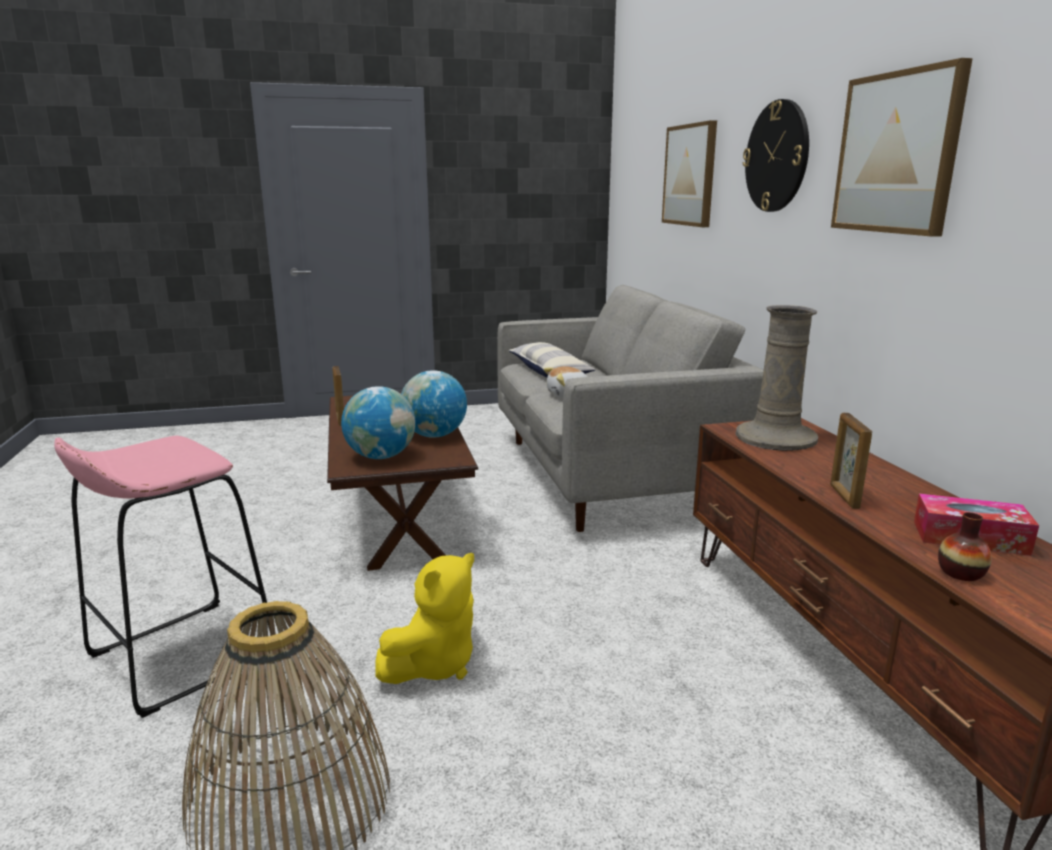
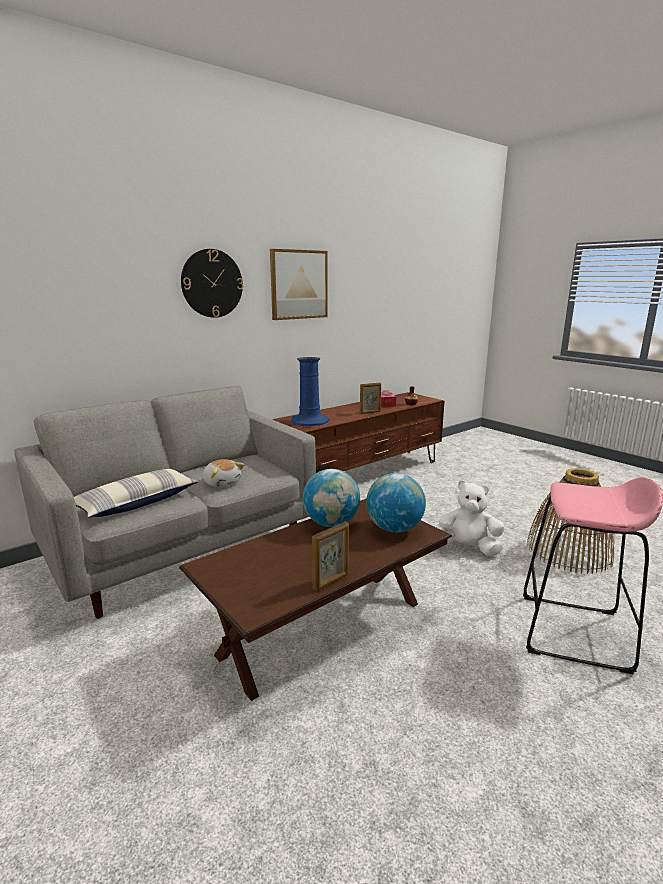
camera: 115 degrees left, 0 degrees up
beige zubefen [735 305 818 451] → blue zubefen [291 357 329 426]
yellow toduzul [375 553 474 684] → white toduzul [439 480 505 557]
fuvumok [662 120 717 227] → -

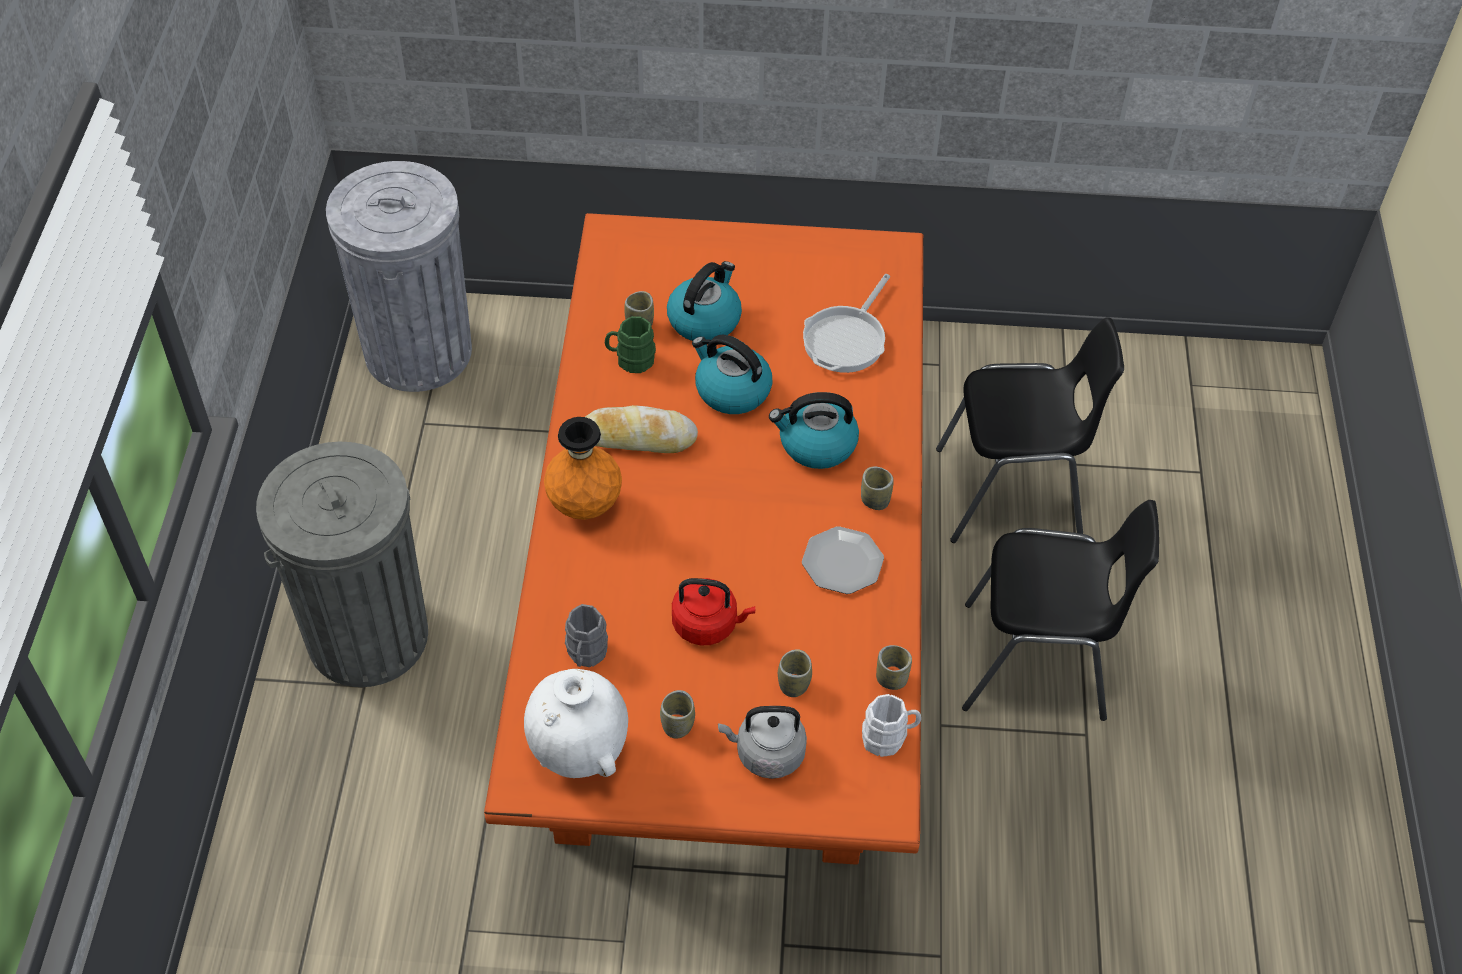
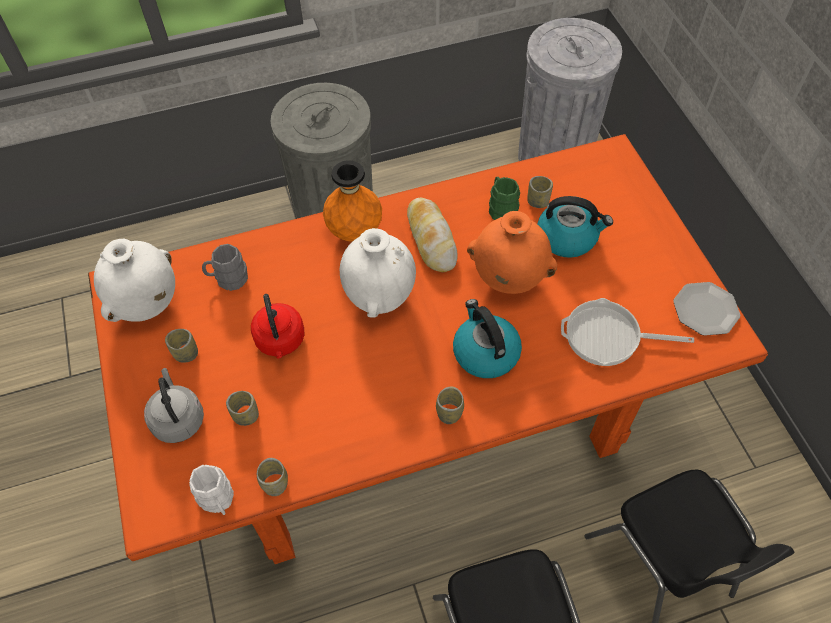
camera: 70 degrees right, 5 degrees up
- → white zubefen [340 228 416 318]
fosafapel [692 335 773 414] → orange zubefen [467 211 557 294]
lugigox [802 526 884 594] → lugigox [673 282 740 336], relocated

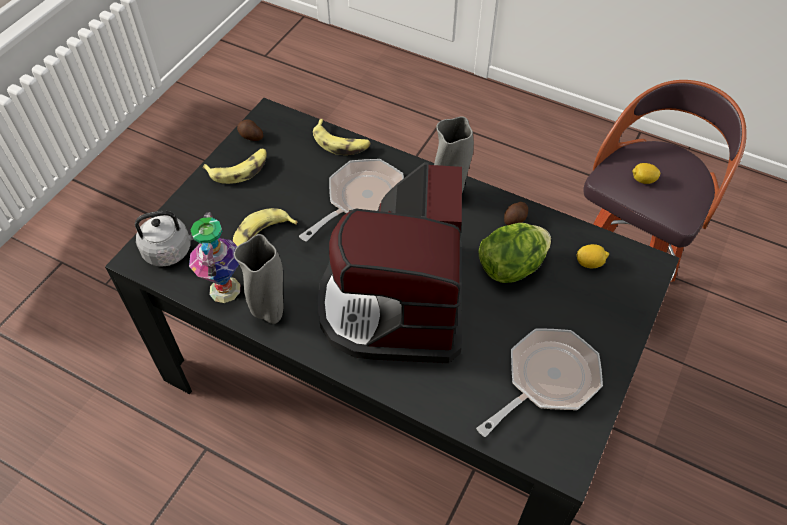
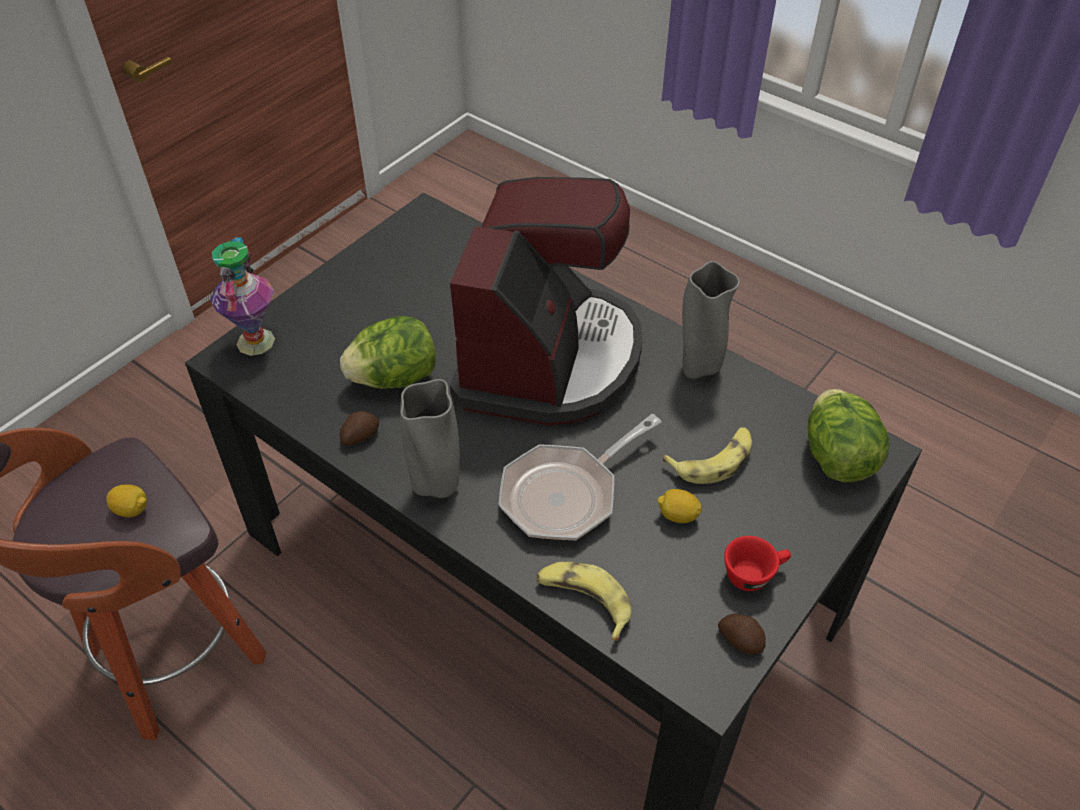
camera: 170 degrees left, 5 degrees down
zubefen [189 212 240 303] → zubefen [210 237 275 356], relocated
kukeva [576 244 609 268] → kukeva [657 489 702 523], relocated
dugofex [203 149 267 184] → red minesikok [724 536 791 591]
grey fosafapel [135 210 193 267] → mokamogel [808 389 890 482]
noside [476 328 603 437] → -

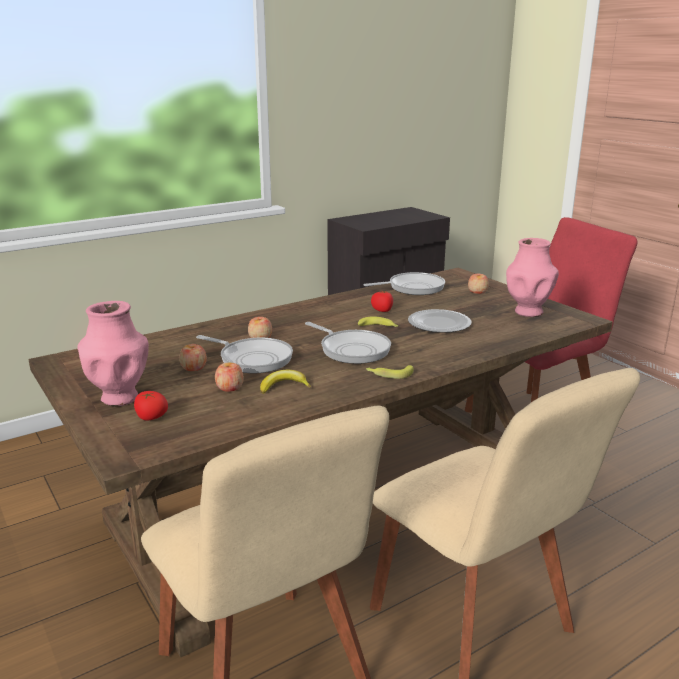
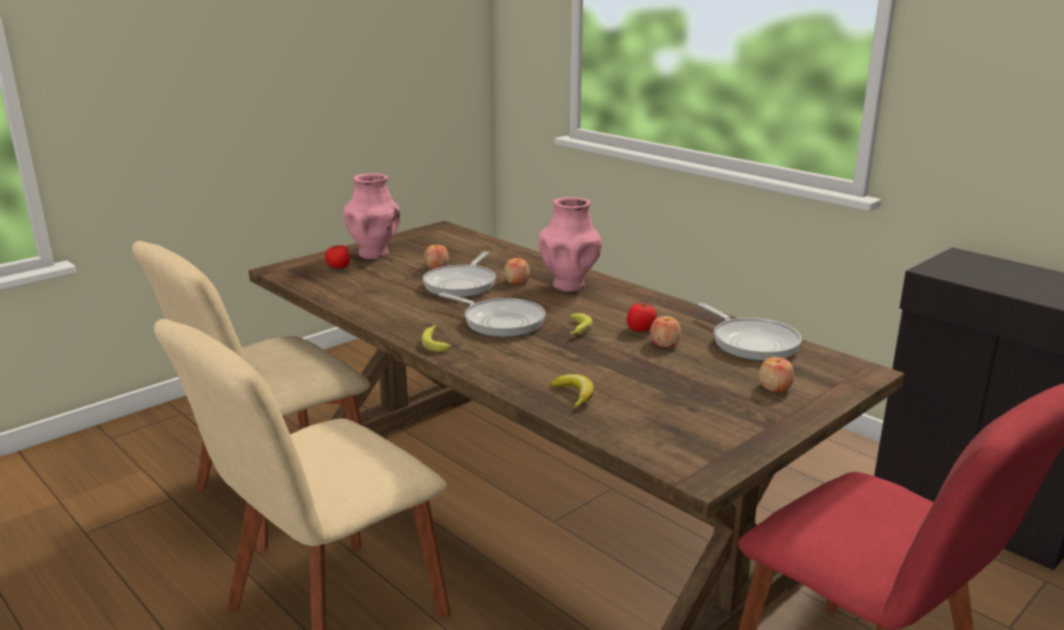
camera: 80 degrees right, 0 degrees up
noside [305 322 391 364] → noside [439 293 546 337], 90 degrees counterclockwise
pink zubefen [506 238 559 317] → pink zubefen [538 197 602 292], relocated
dugofex [260 370 311 394] → dugofex [551 374 594 409], relocated
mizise [215 363 244 392] → mizise [650 316 681 348], relocated
lugigox [408 309 471 333] → -

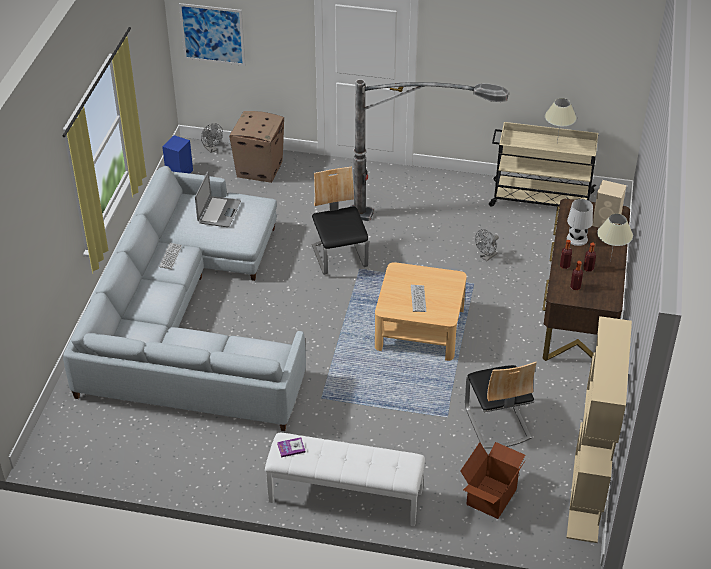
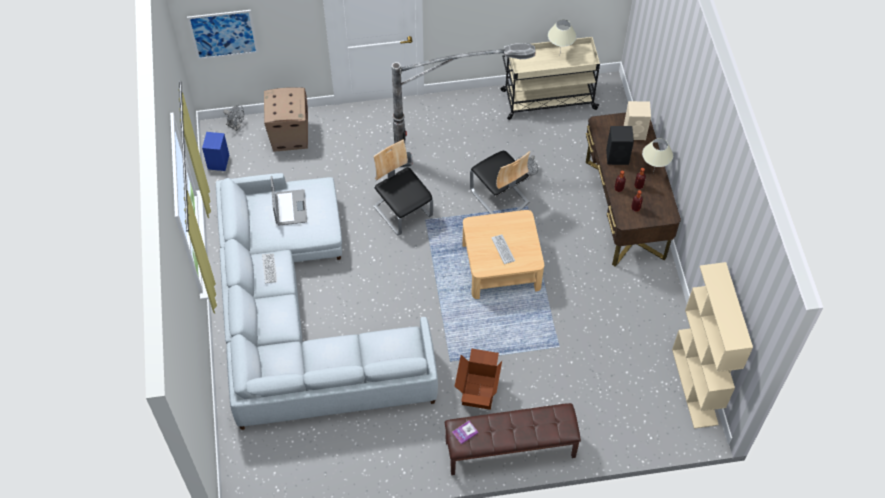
camera: 20 degrees left, 15 degrees up
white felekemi [265 433 425 526] → brown felekemi [445 403 581 475]
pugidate [460 442 526 519] → pugidate [454 348 502 410], relocated
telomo [465 362 537 449] → telomo [470 151 530 214], relocated
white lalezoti [567 199 593 246] → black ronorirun [606 126 634 165]

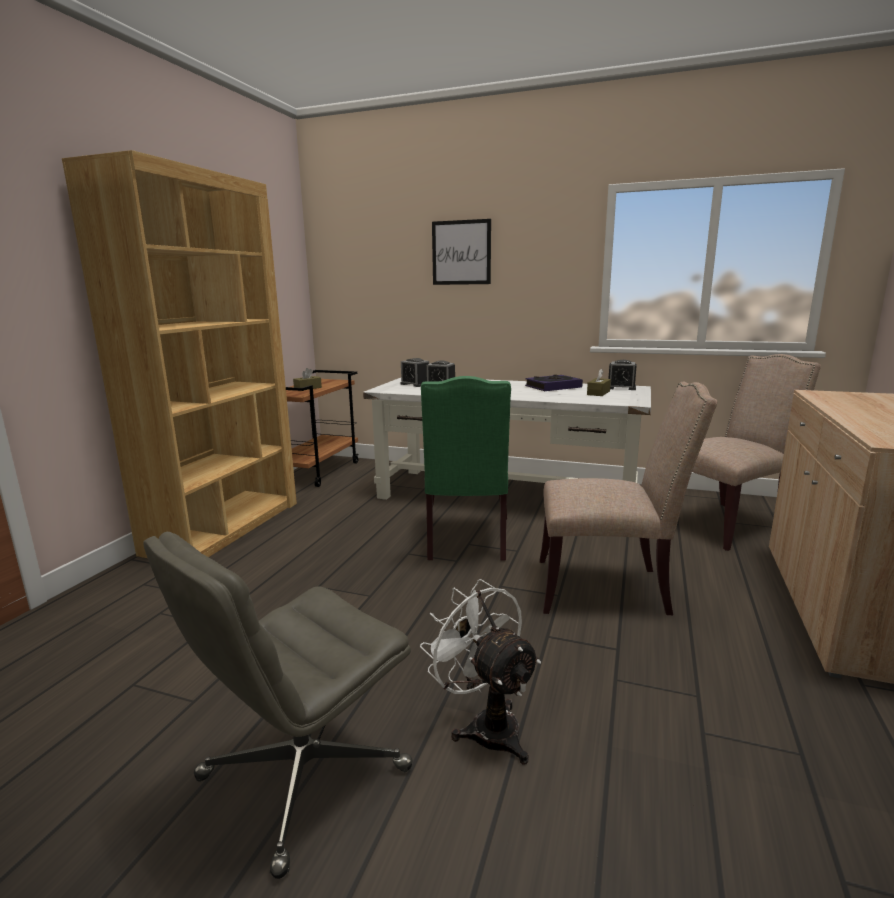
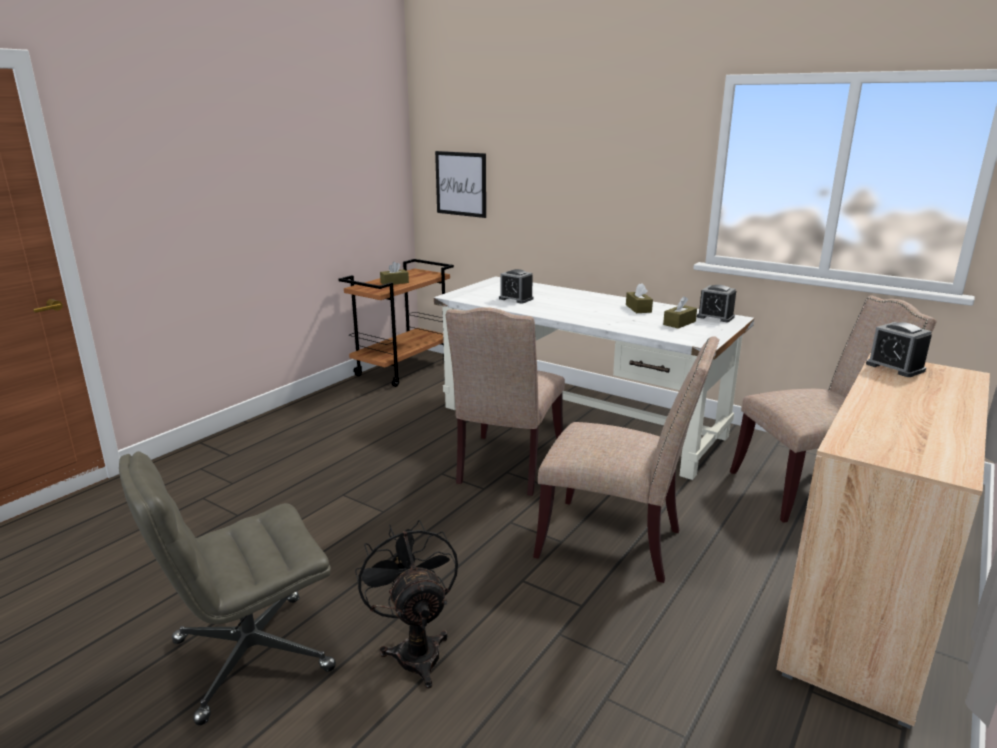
camera: 15 degrees right, 5 degrees up
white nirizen [420 579 541 765] → black nirizen [355 520 458 688]
fuvumok [432 219 491 285] → fuvumok [435 151 486 218], relocated
green telomo [421 376 511 560] → beige telomo [446 307 565 496]
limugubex [525 374 583 391] → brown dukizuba [626 283 653 313]
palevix [401 358 429 387] → palevix [866 322 932 377], relocated
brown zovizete [62 150 297 558] → -

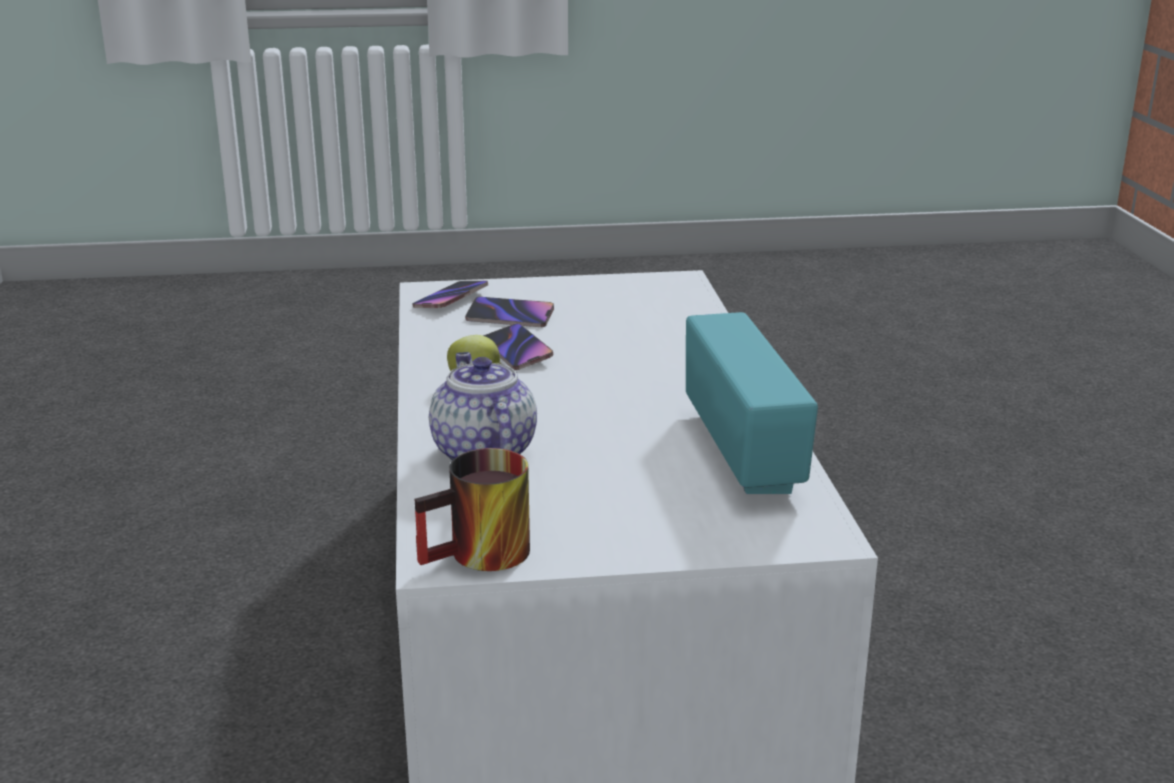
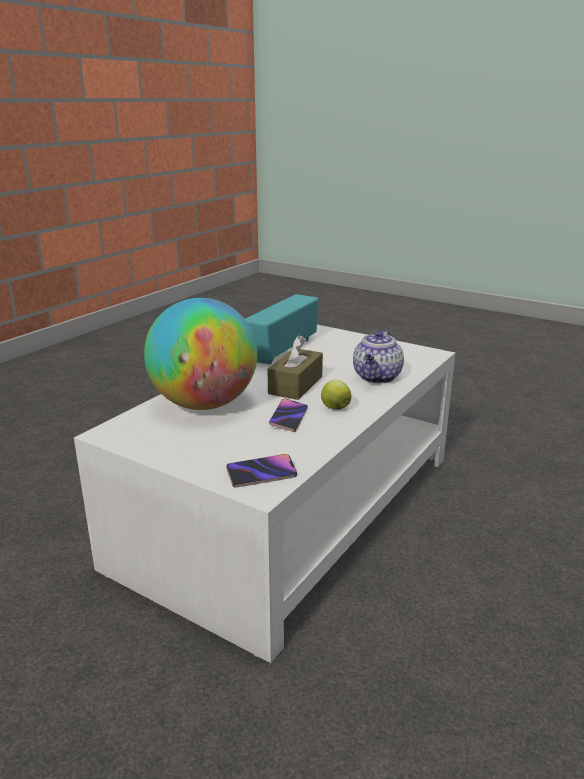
camera: 140 degrees left, 0 degrees up
- → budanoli [144 298 257 410]
- → brown dukizuba [267 335 323 400]
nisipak [415 448 530 571] → -
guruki [465 297 554 327] → -

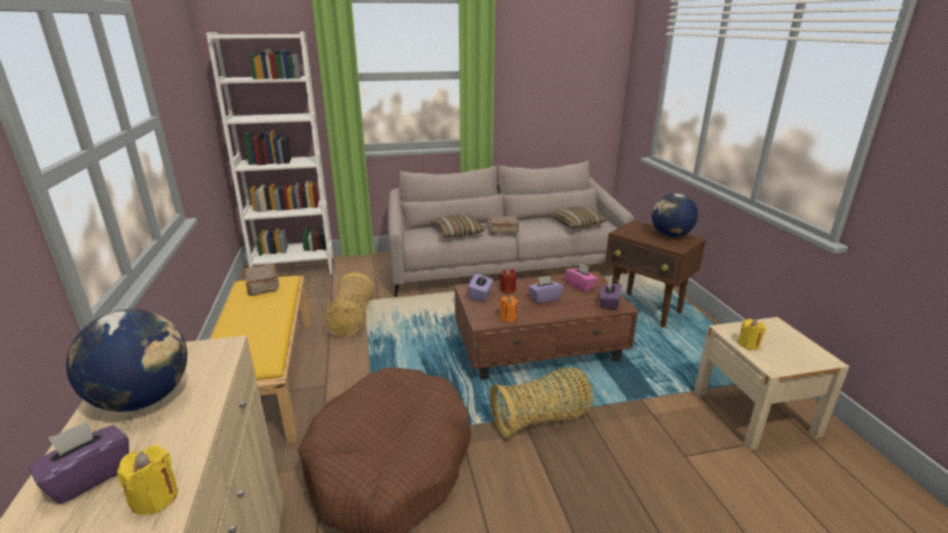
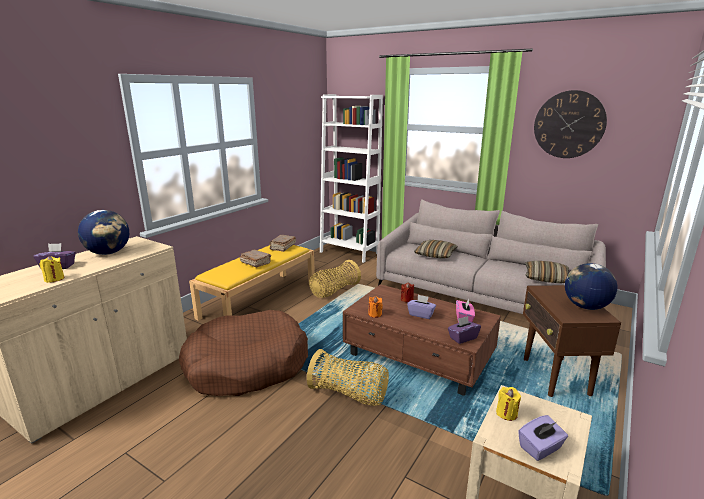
camera: 45 degrees right, 5 degrees down
brown limugubex [487 216 519 234] → brown limugubex [240 250 271 268], relocated
purple dukizuba [468 273 493 301] → purple dukizuba [518 415 568 461], relocated
- → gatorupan [534 90 607 158]

